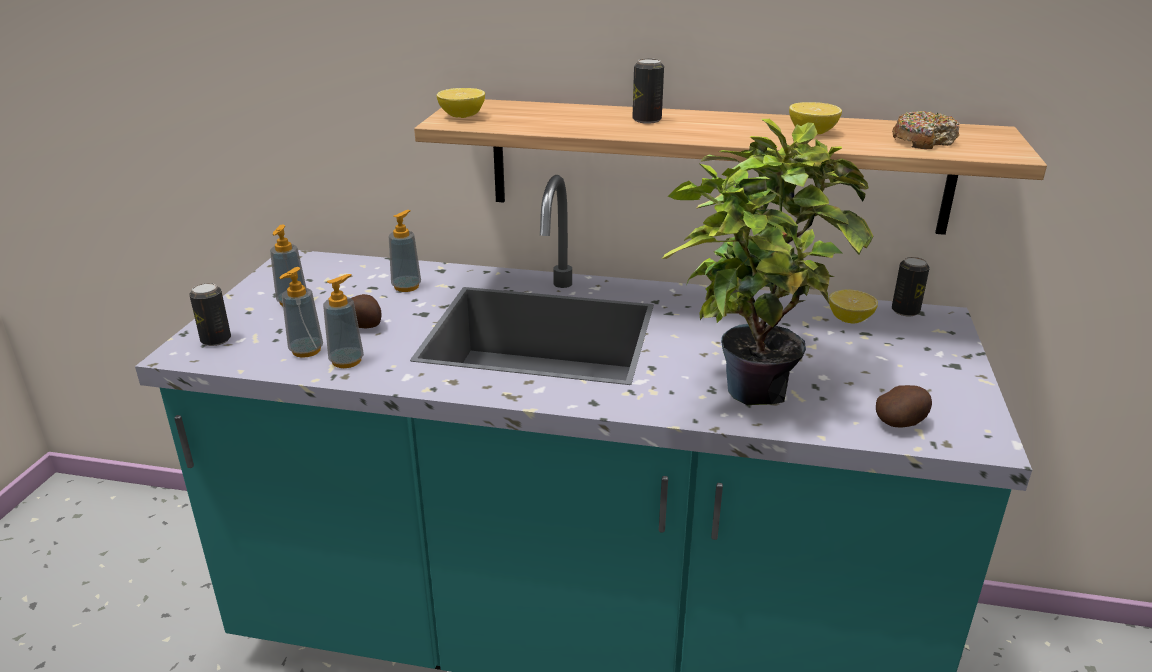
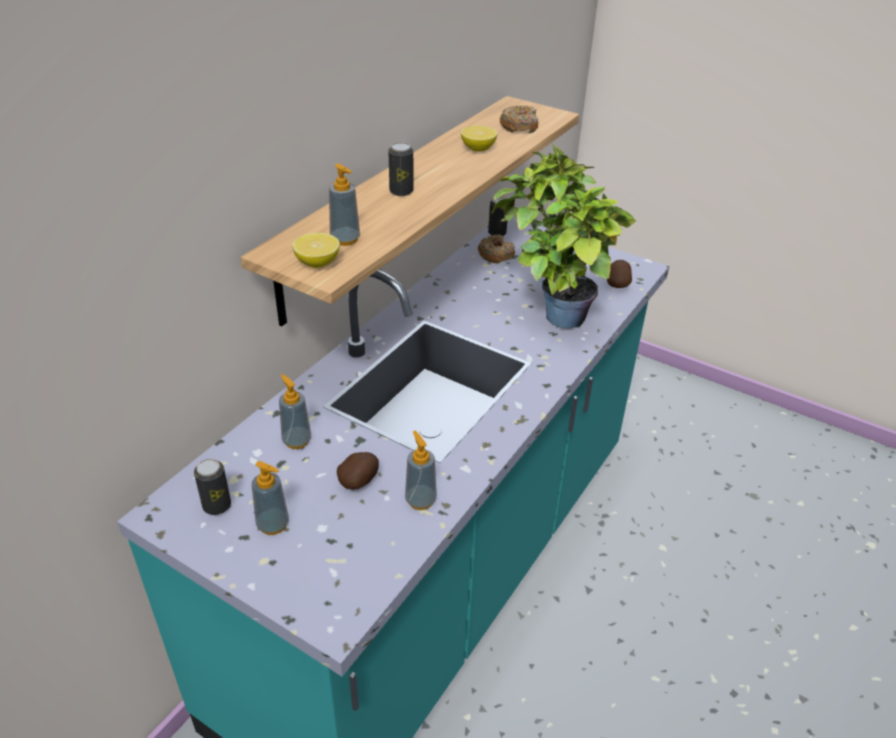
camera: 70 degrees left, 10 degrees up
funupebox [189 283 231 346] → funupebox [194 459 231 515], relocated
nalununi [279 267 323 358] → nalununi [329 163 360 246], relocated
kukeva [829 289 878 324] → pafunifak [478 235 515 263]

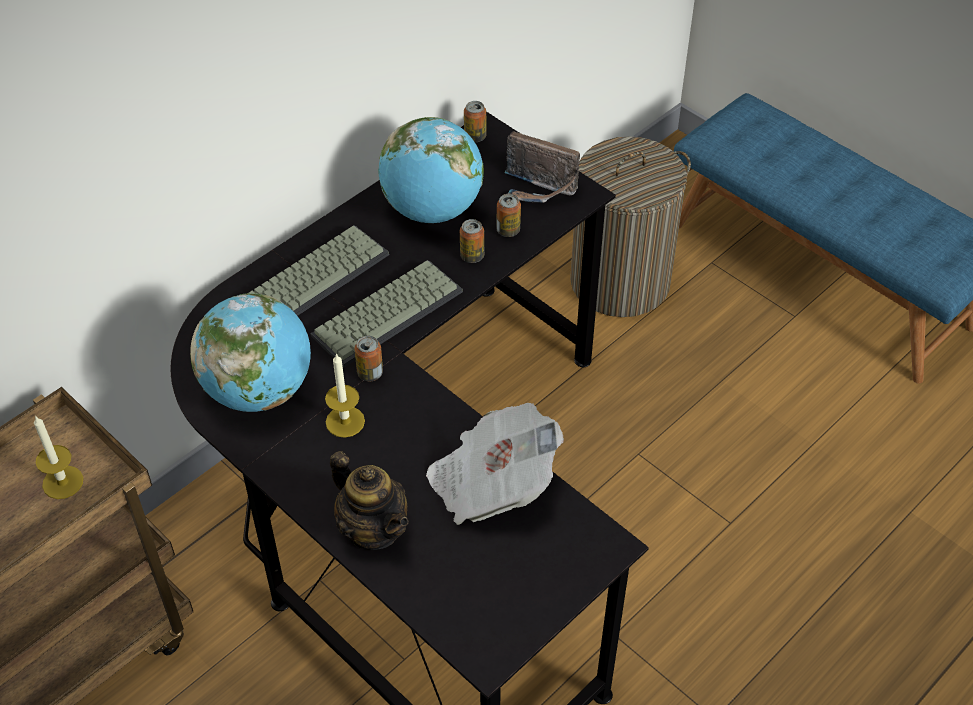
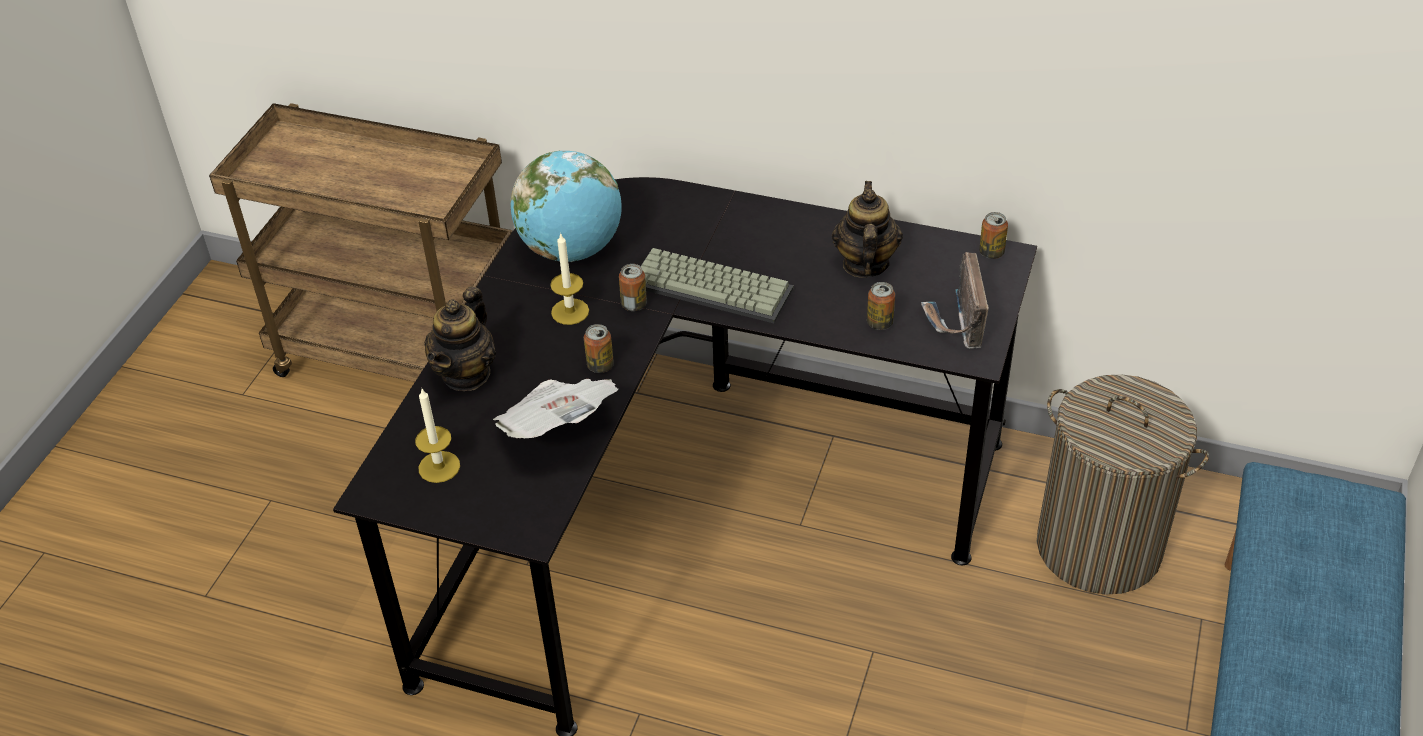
camera: 65 degrees right, 5 degrees down
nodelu [34 417 83 499] → nodelu [415 389 460 483], relocated
funupebox [460 219 484 263] → funupebox [584 324 614 373], relocated
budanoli [378 117 484 223] → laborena [832 181 903 278]
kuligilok [249 225 389 316] → -

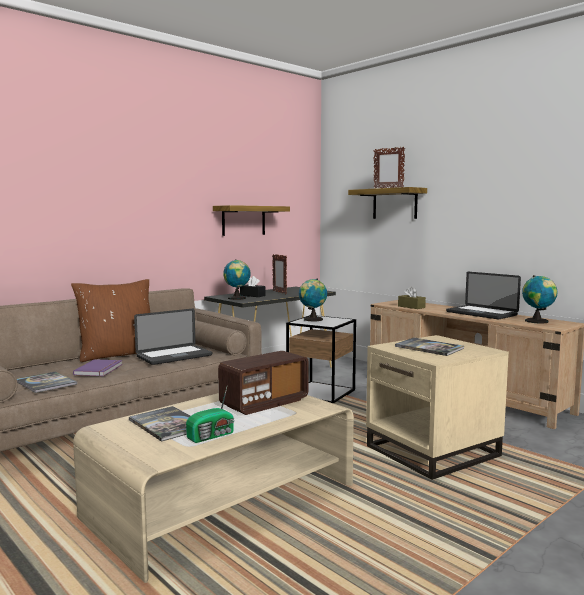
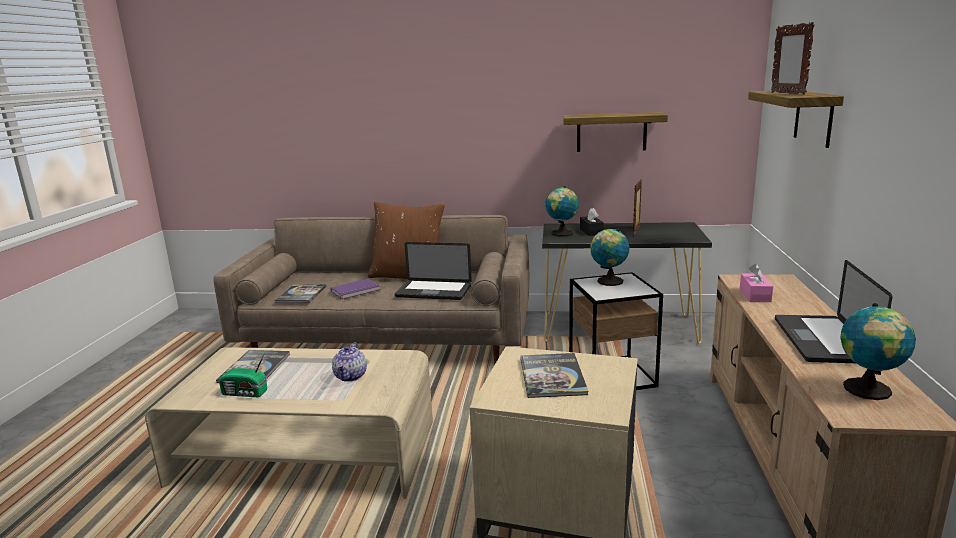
camera: 50 degrees right, 10 degrees up
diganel [218 351 309 415] → laborena [332 342 367 382]
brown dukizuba [398 286 426 309] → pink dukizuba [740 264 773 302]

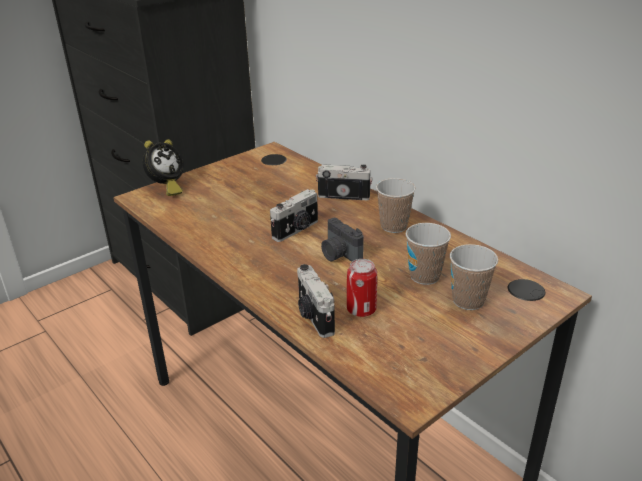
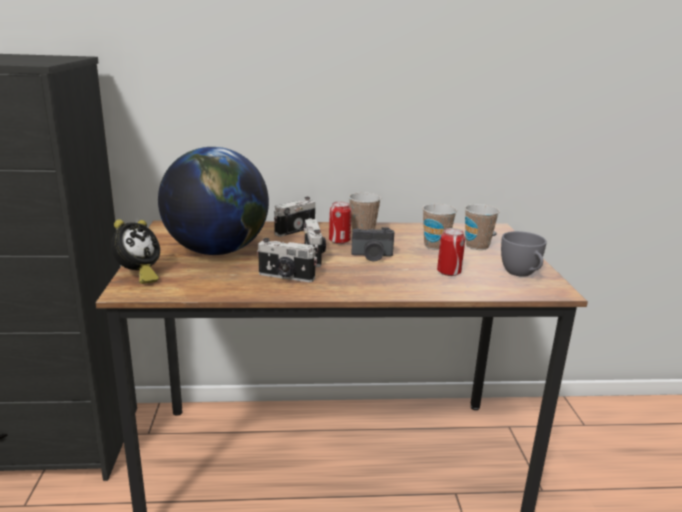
camera: 55 degrees left, 10 degrees down
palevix [143 140 184 196] → palevix [111 219 160 284], 45 degrees clockwise
- → budanoli [158 147 269 255]
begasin [297 264 335 338] → begasin [257 238 317 282], relocated
- → funupebox [329 201 351 244]
- → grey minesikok [501 231 547 277]

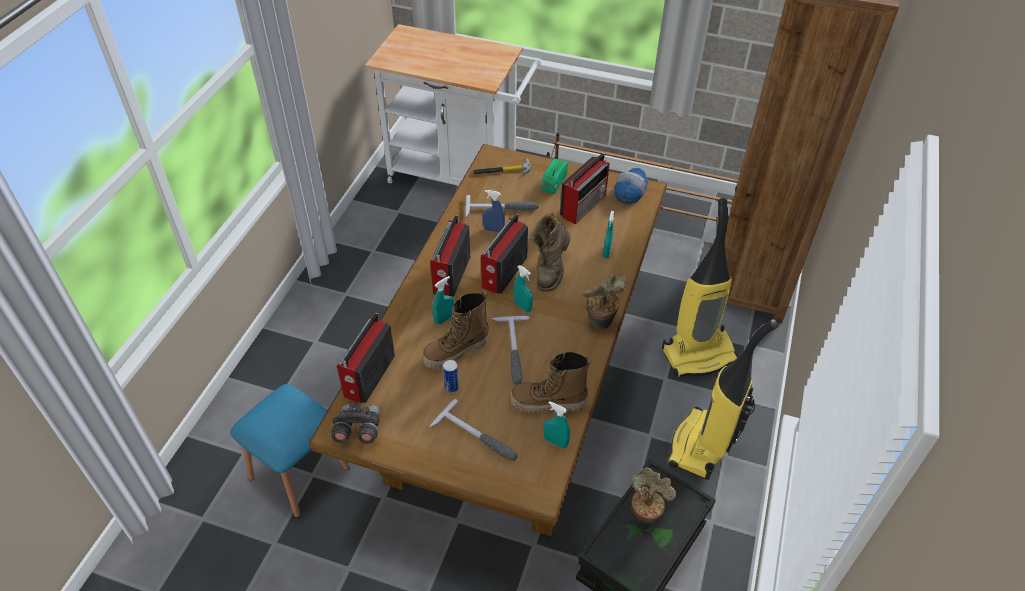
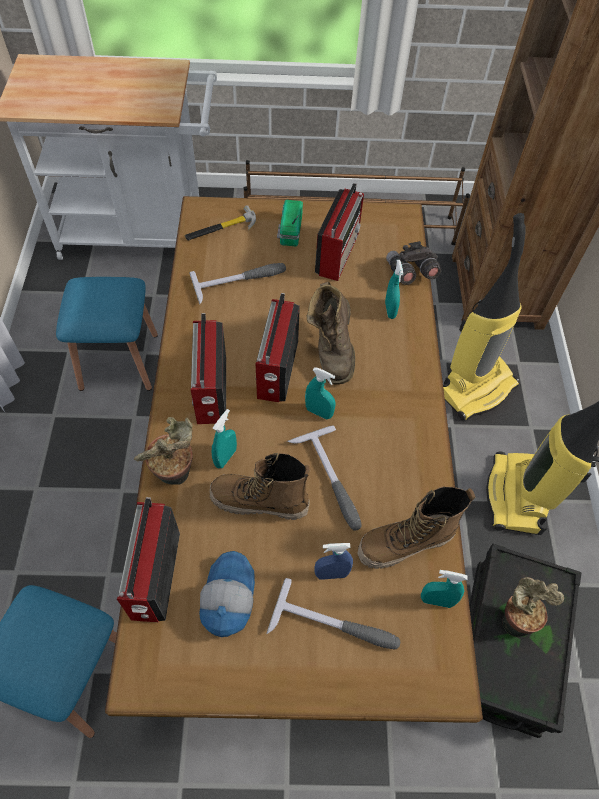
camera: 20 degrees left, 10 degrees up
- → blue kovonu [56 277 158 391]
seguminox [582 273 627 329] → seguminox [134 417 193 485], relocated
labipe [614 168 648 204] → labipe [199 551 255 638], relocated
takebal [422 290 489 369] → takebal [210 453 310 520], 60 degrees clockwise
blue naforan [482 190 505 232] → blue naforan [315 543 353 580], relocated
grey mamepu [331 404 380 444] → grey mamepu [386 241 441 285], relocated
funupebox [443 360 459 393] → -

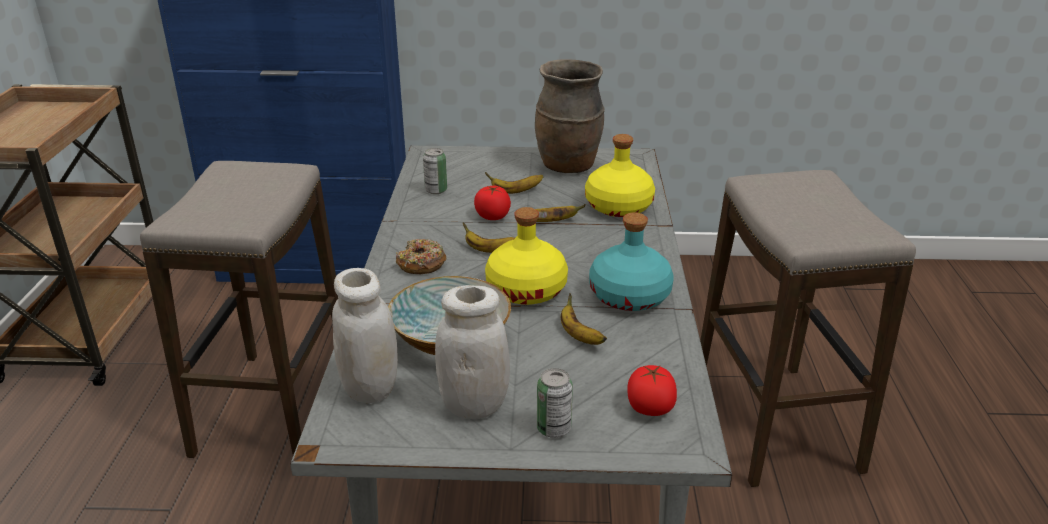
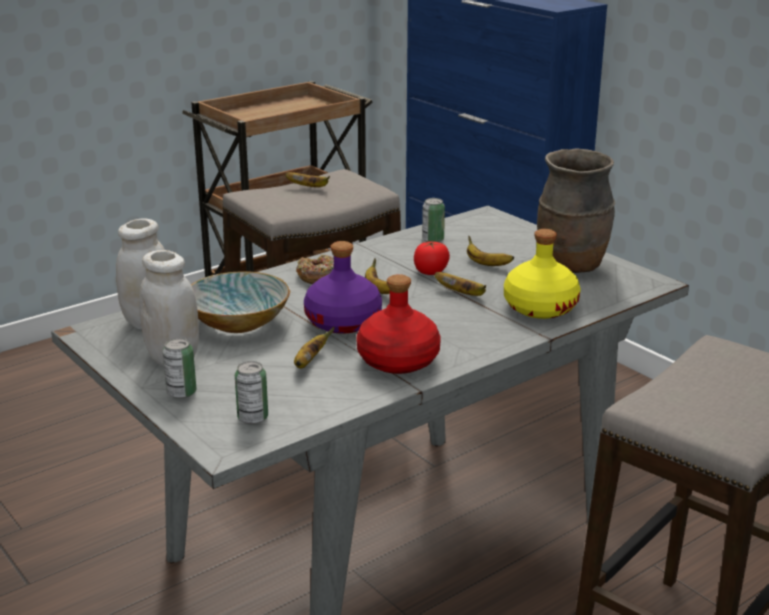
camera: 50 degrees right, 5 degrees down
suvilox [627 365 677 416] → funupebox [235 361 268 424]
- → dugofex [285 172 330 187]
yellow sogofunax [485 207 568 305] → purple sogofunax [304 241 382 333]
turquoise sogofunax [589 212 674 311] → red sogofunax [356 274 441 374]

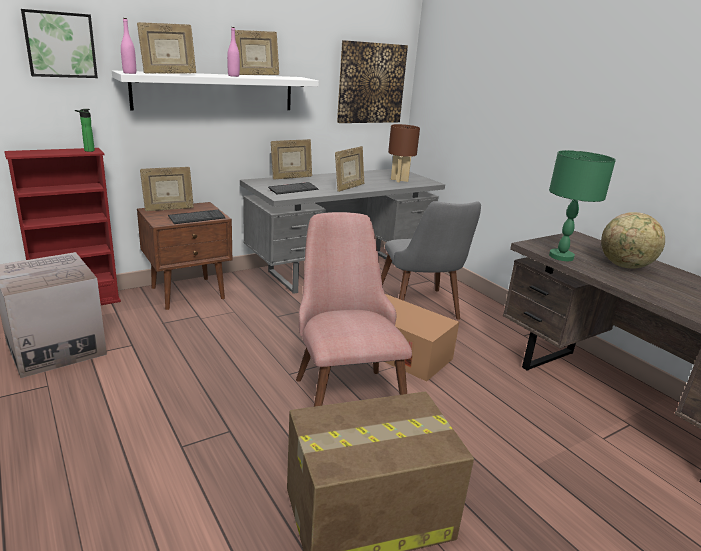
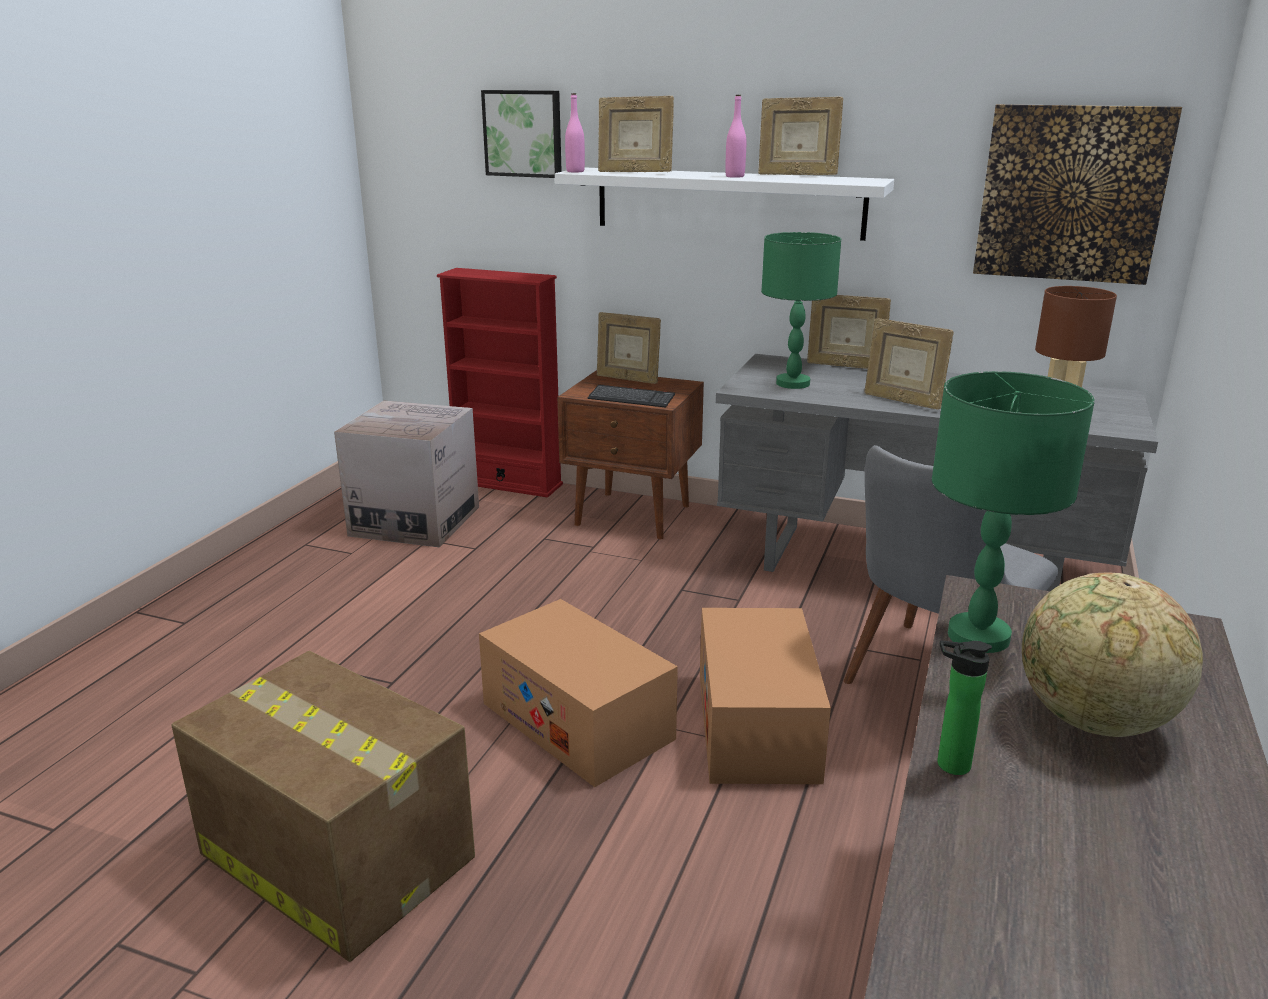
camera: 55 degrees right, 0 degrees up
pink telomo [296 212 412 407] → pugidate [479 599 678 787]
kuligilok [268 182 318 195] → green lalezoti [761 232 841 389]
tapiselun [335 146 364 192] → tapiselun [864 318 954 410], 45 degrees clockwise
sogofunax [75 109 95 152] → sogofunax [937 640 992 775], relocated

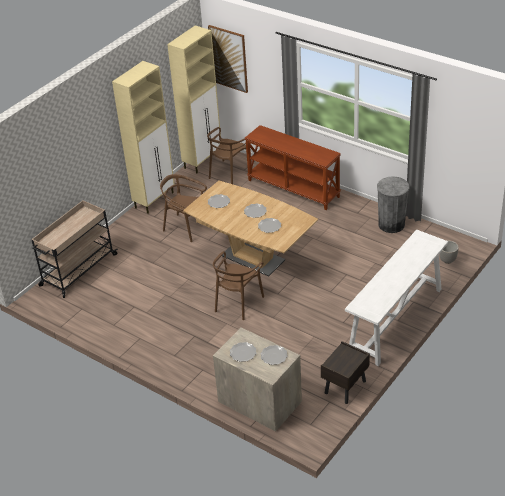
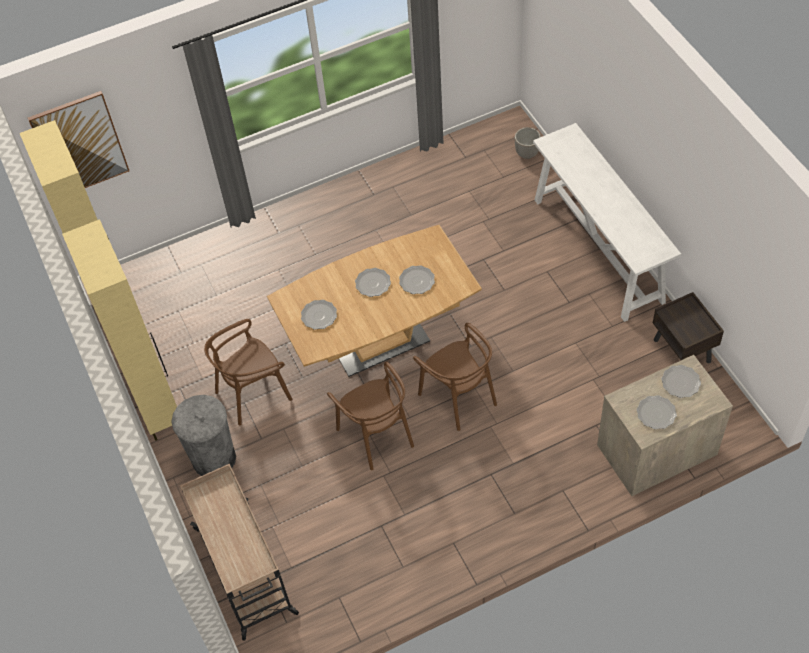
camera: 60 degrees left, 15 degrees up
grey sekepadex [377 176 410 233] → grey sekepadex [171 395 236 476], relocated
brown telomo [207 127 246 184] → brown telomo [327 362 414 470], relocated
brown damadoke [245 125 341 210] → -

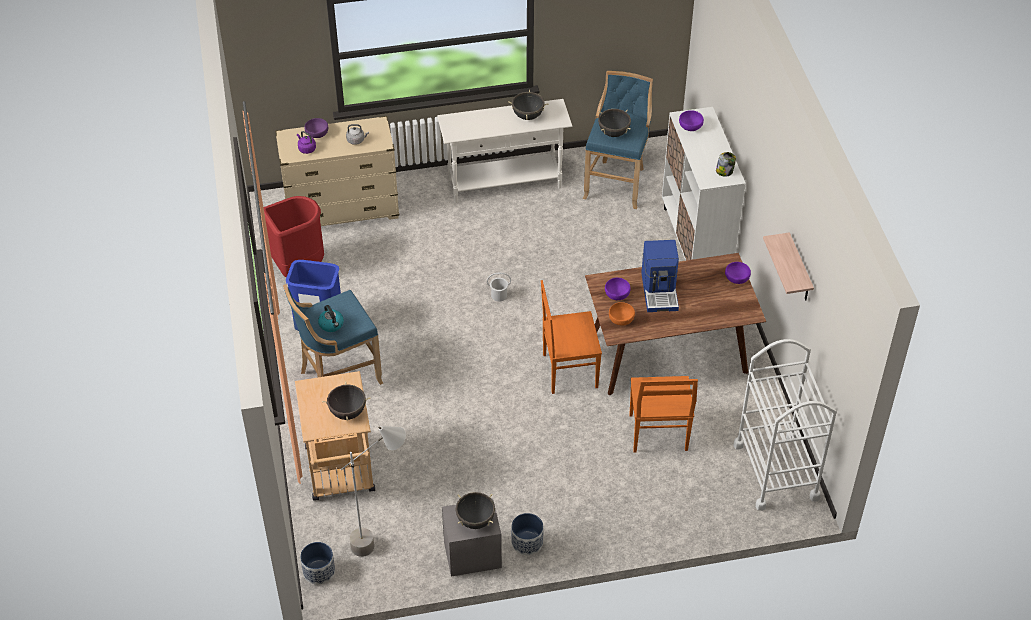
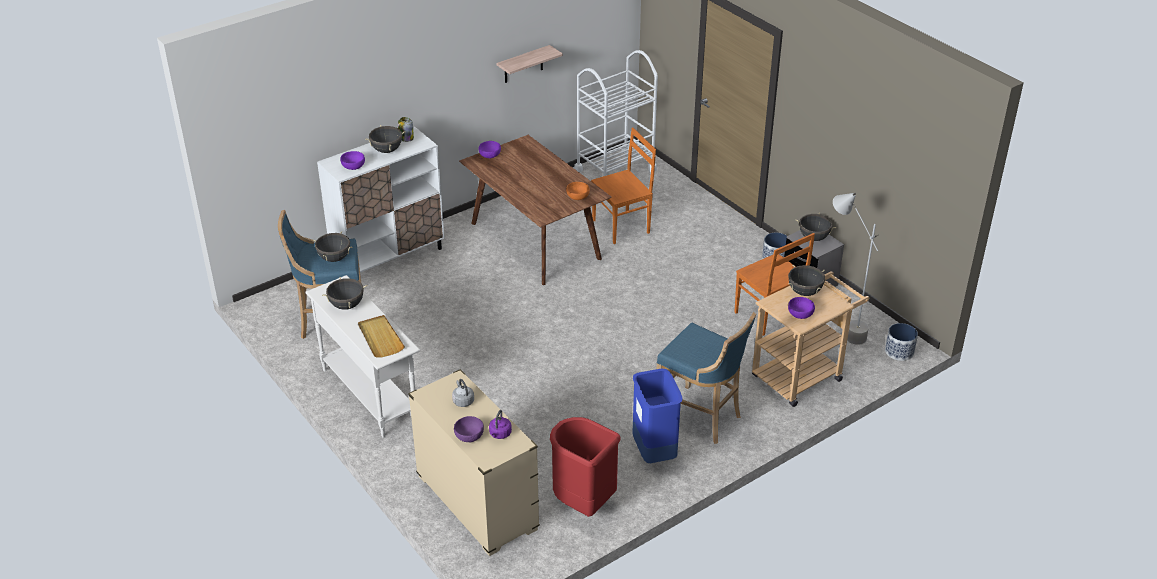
camera: 115 degrees left, 10 degrees down
- → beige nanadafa [358 315 405 358]
- → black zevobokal [365 125 406 153]
orange telomo [541 280 602 394] → orange telomo [734 233 815 336], relocated
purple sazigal [605 278 631 300] → purple sazigal [788 297 815 319], relocated
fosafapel [318 305 344 332] → -
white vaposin [487 272 511 302] → -
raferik [641 240 679 312] → -

